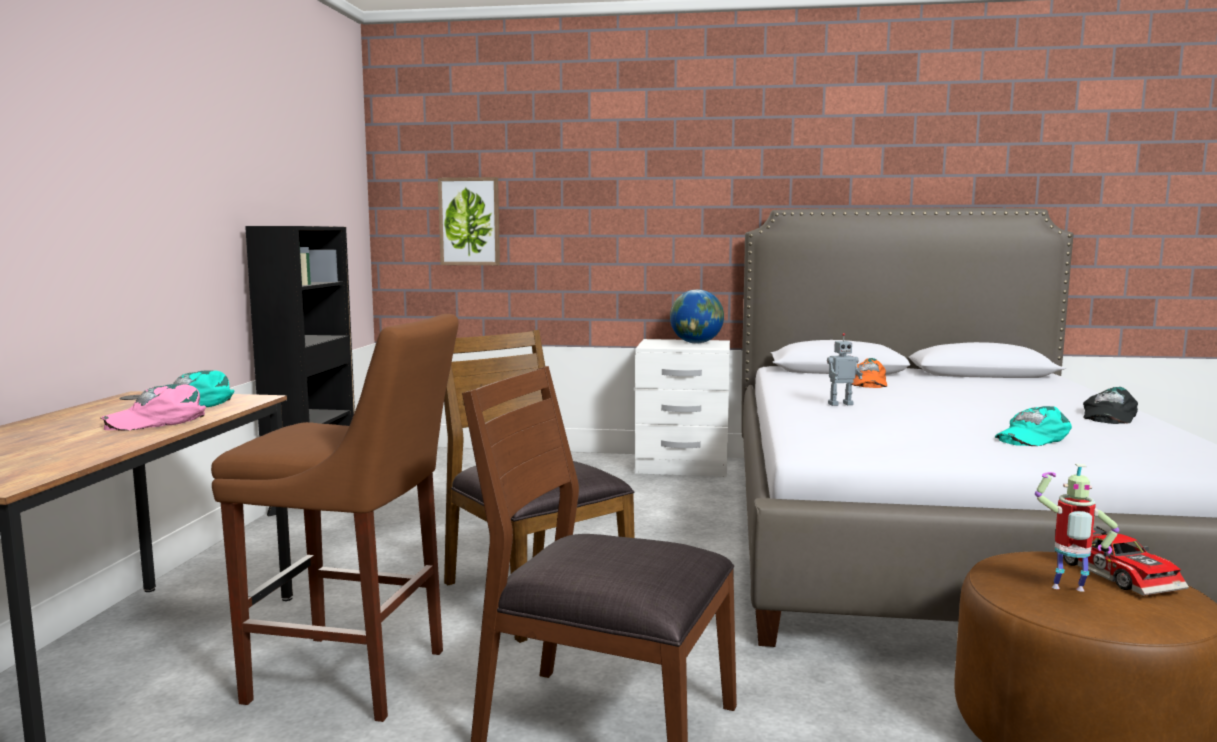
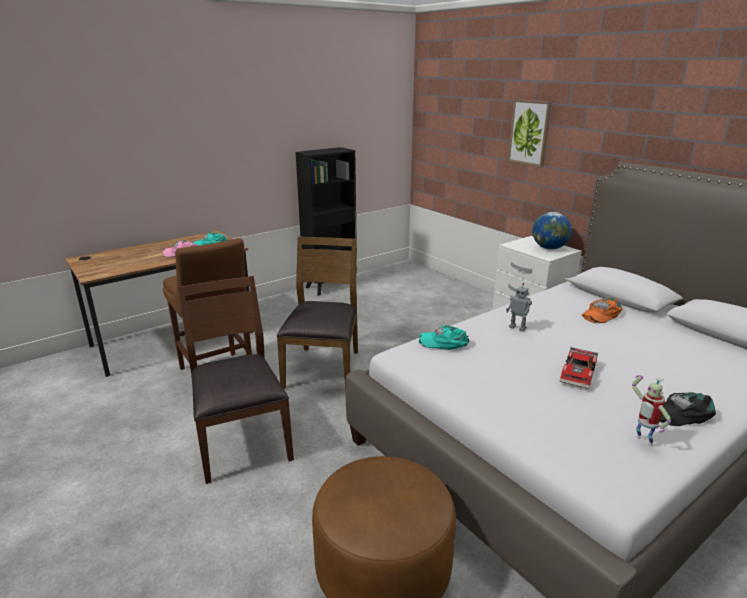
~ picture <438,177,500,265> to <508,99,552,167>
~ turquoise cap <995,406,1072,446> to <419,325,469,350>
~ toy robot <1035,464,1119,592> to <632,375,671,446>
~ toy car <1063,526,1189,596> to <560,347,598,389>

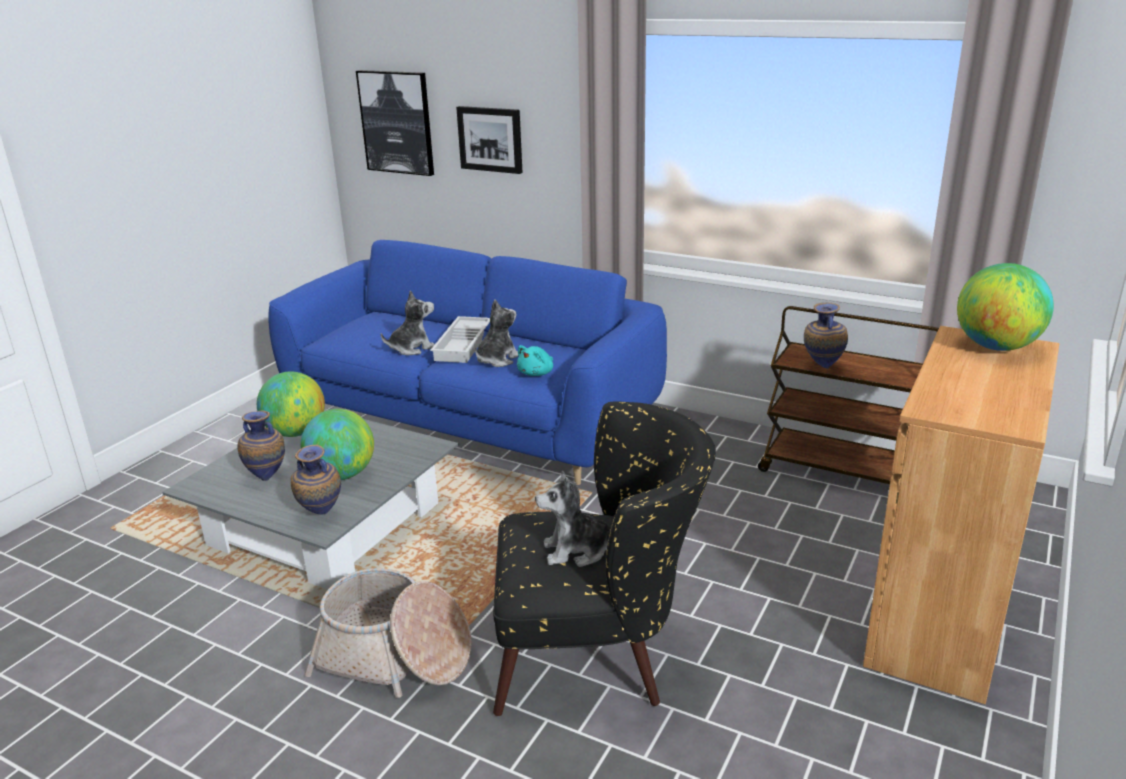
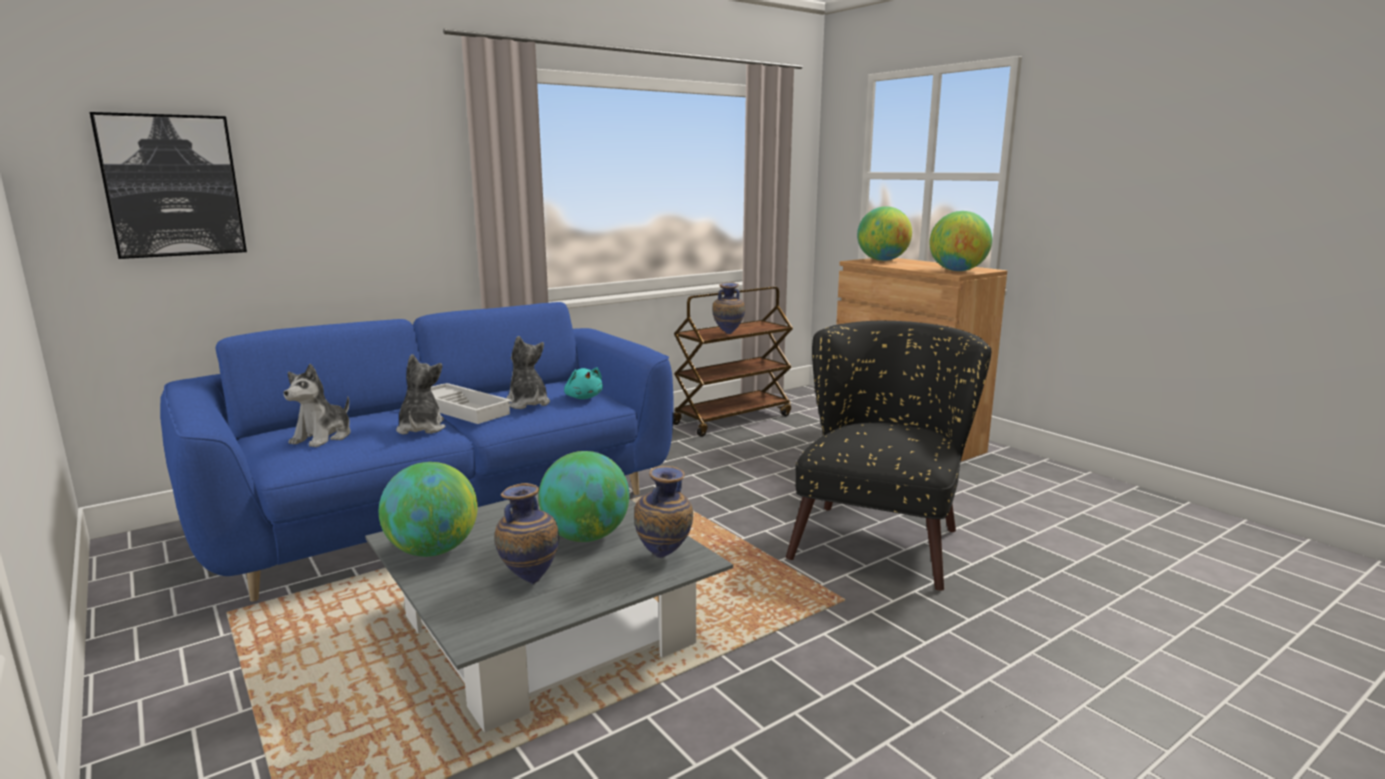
- picture <456,106,523,174>
~ plush toy <535,471,611,567> to <284,364,351,447>
- basket <304,568,472,698>
+ globe <929,211,992,271>

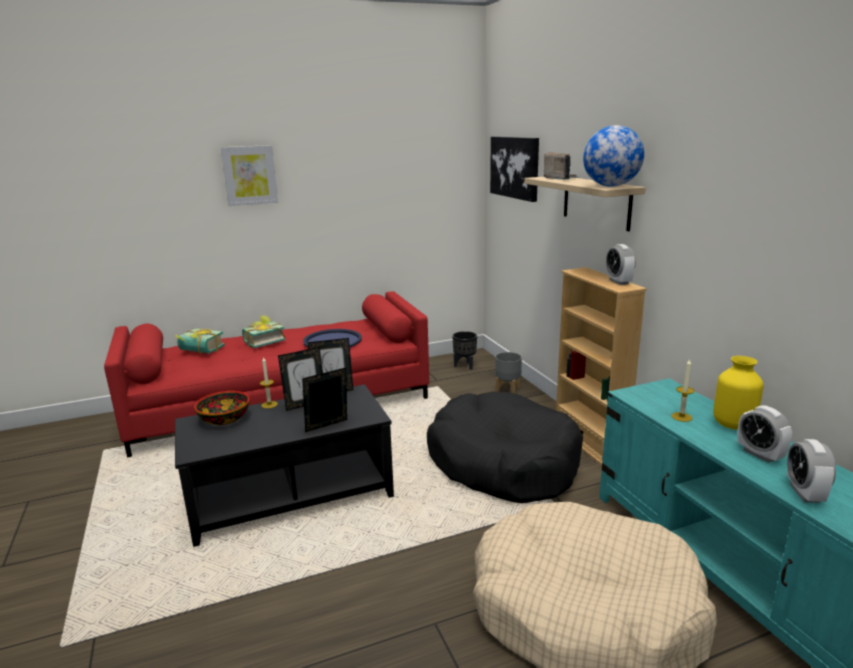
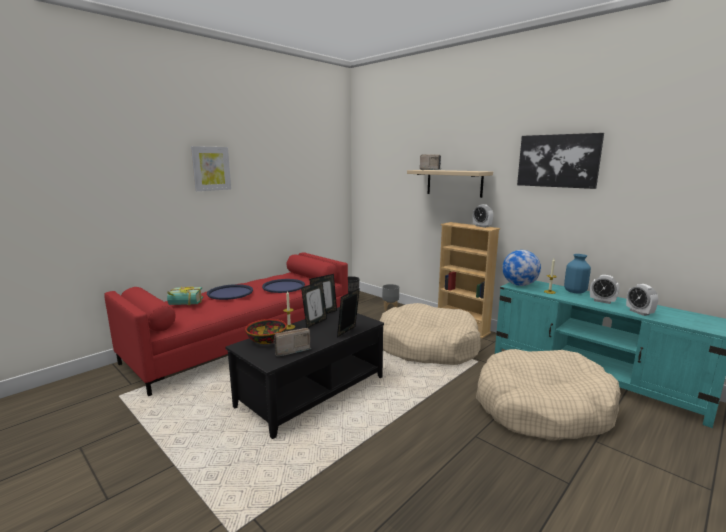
~ globe <583,125,644,187> to <502,250,541,286>
~ picture <490,136,539,202> to <517,133,604,189>
~ book <242,315,285,348> to blue tray <207,284,253,300>
~ yellow vase <713,356,764,430> to blue vase <564,254,591,294>
~ black dog bed <427,392,583,503> to beige dog bed <379,303,481,365>
+ radio <273,328,311,356>

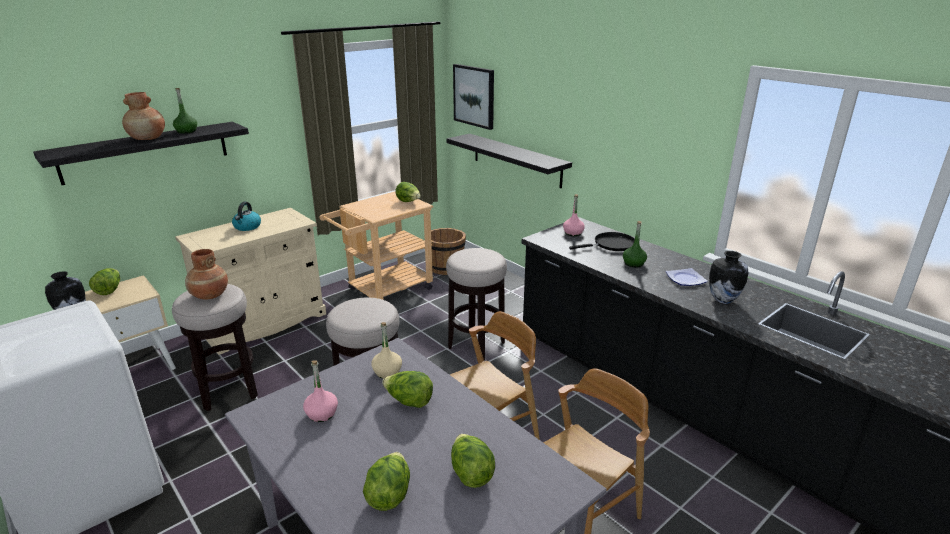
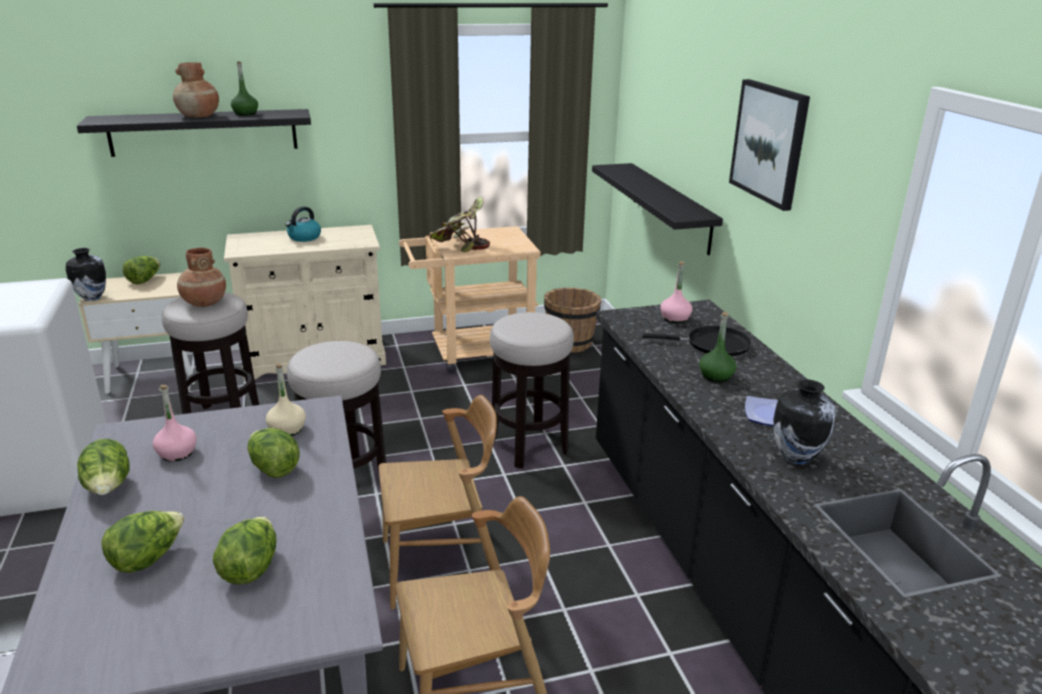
~ picture <453,64,494,130> to <729,79,810,211>
~ lettuce <395,182,421,202> to <77,439,130,495>
+ potted plant <430,196,490,252>

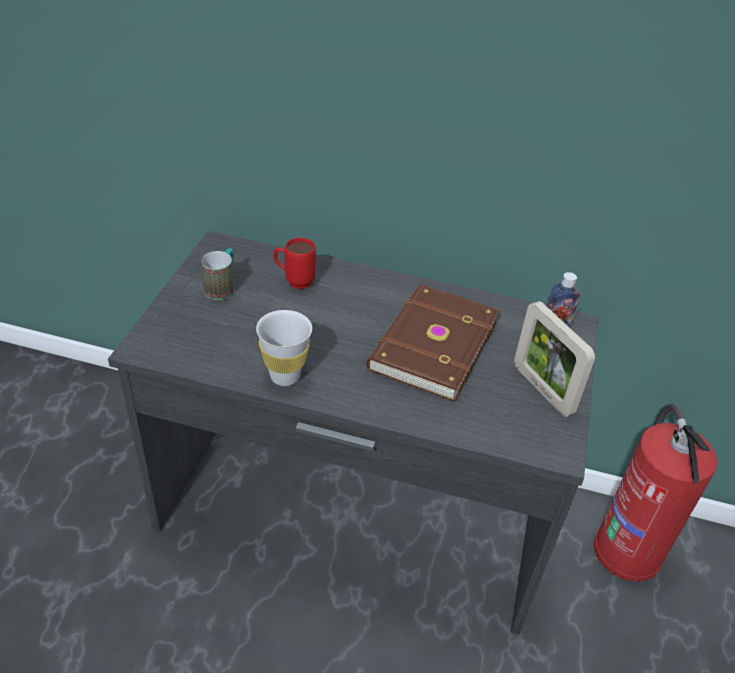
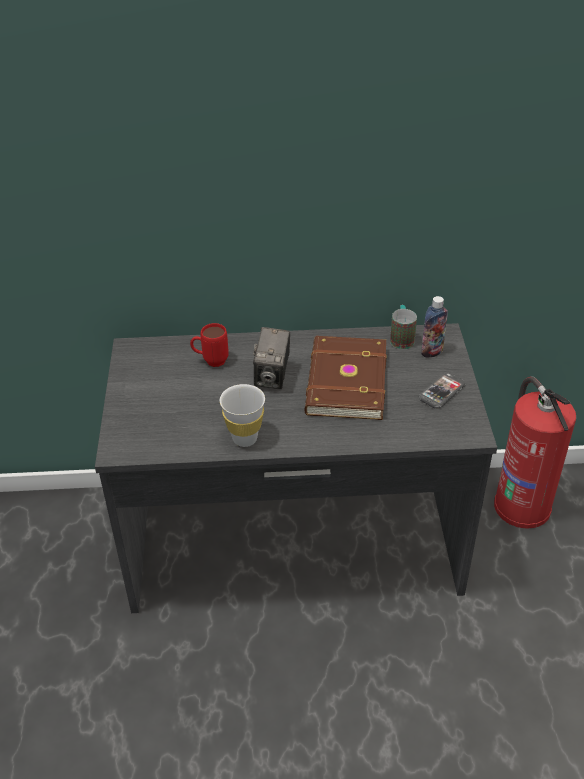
~ mug <201,248,234,300> to <390,305,417,349>
~ picture frame <514,301,595,417> to phone <419,373,465,409>
+ photo camera <253,327,290,389>

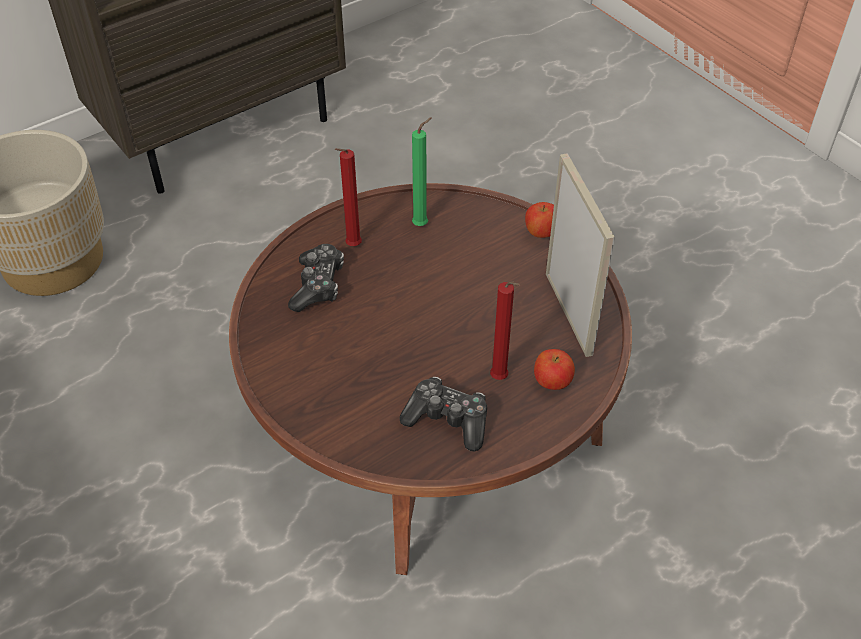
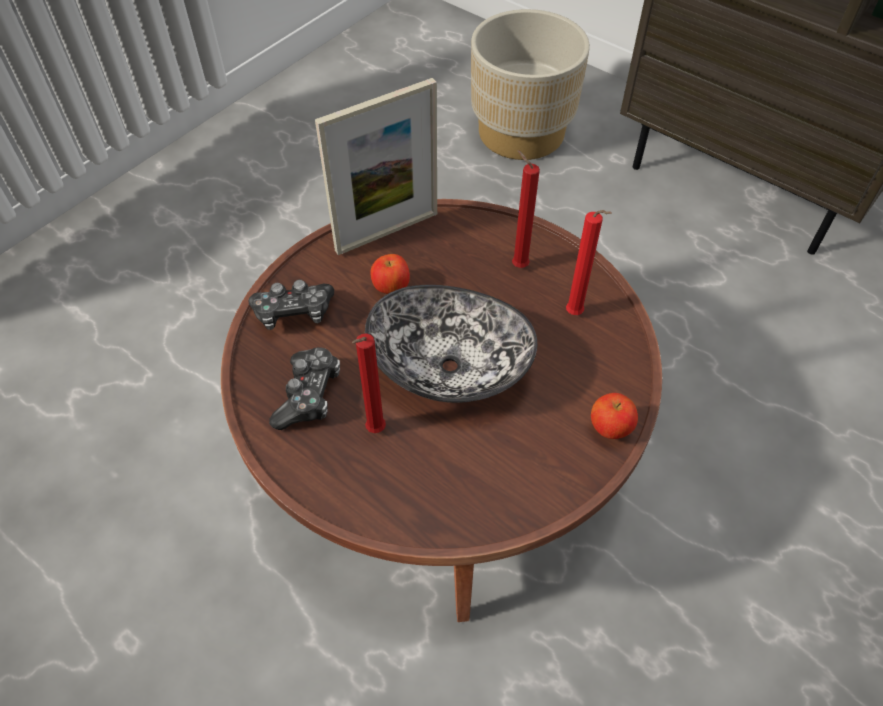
~ green candle <412,117,432,226> to red candle <566,210,612,315>
~ picture frame <546,153,615,357> to <315,78,437,255>
~ game controller <288,244,344,312> to <248,280,334,330>
~ apple <534,349,575,390> to <370,254,410,294>
+ bowl <365,285,538,403>

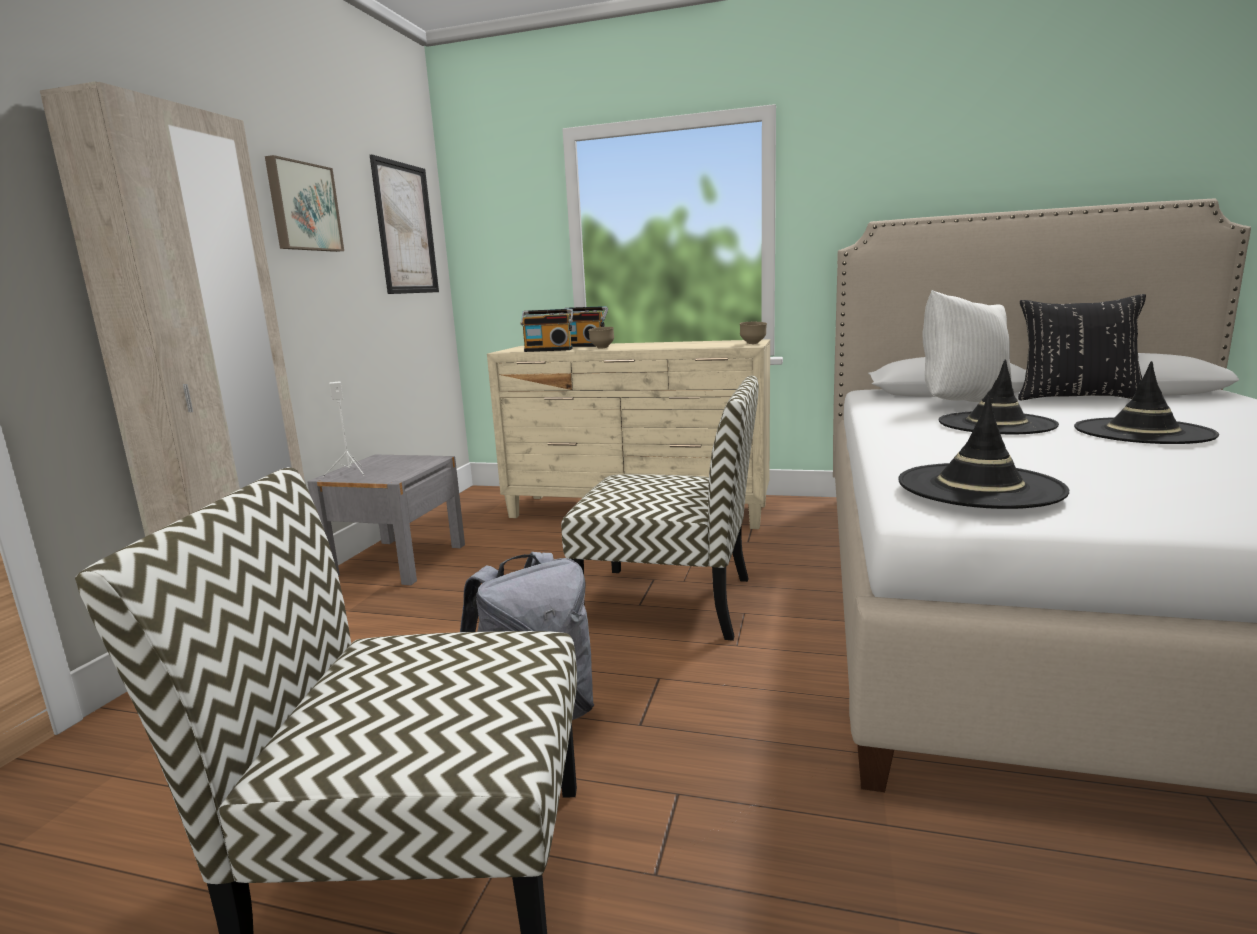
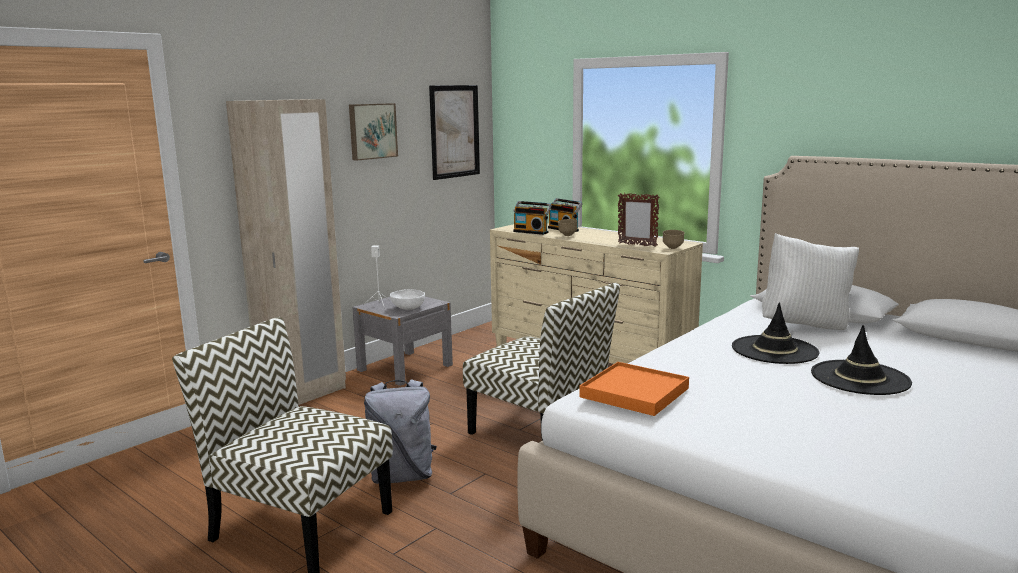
- black pillow <1018,294,1146,400>
~ black hat <898,396,1069,509> to orange tray <579,362,689,416>
+ picture frame <618,193,659,247>
+ white bowl <390,289,425,310>

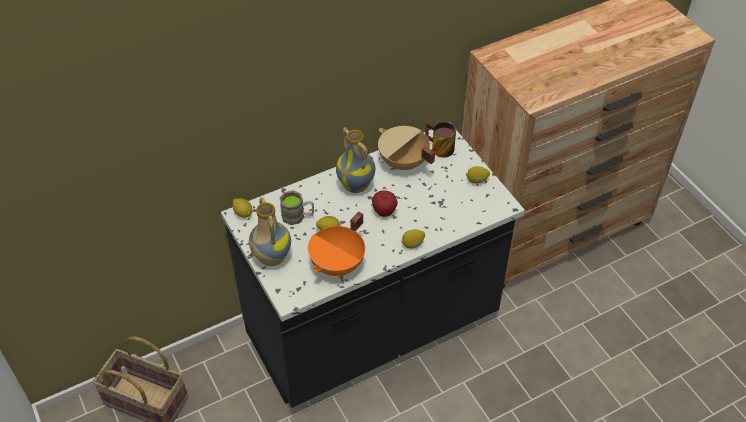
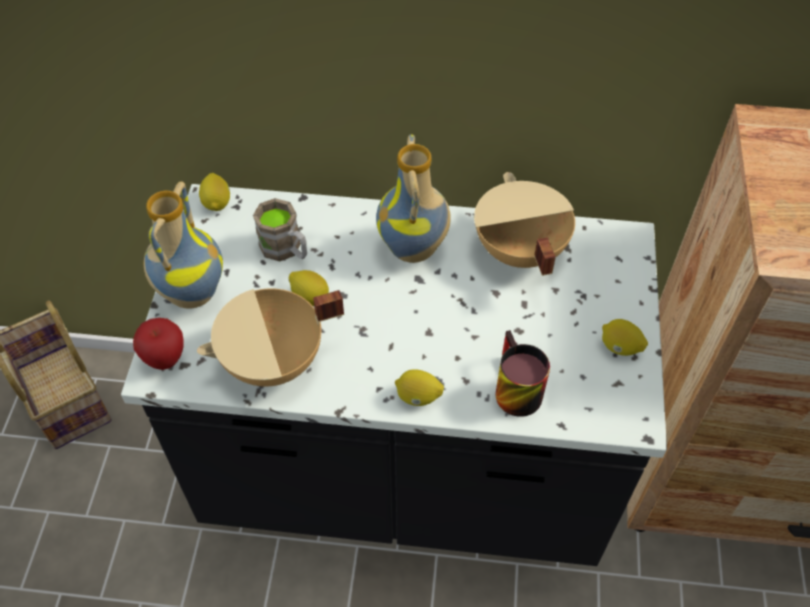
~ mug <425,122,456,158> to <495,330,550,417>
~ apple <372,190,398,217> to <133,318,184,370>
~ orange cooking pot <308,211,365,276> to beige cooking pot <197,289,344,386>

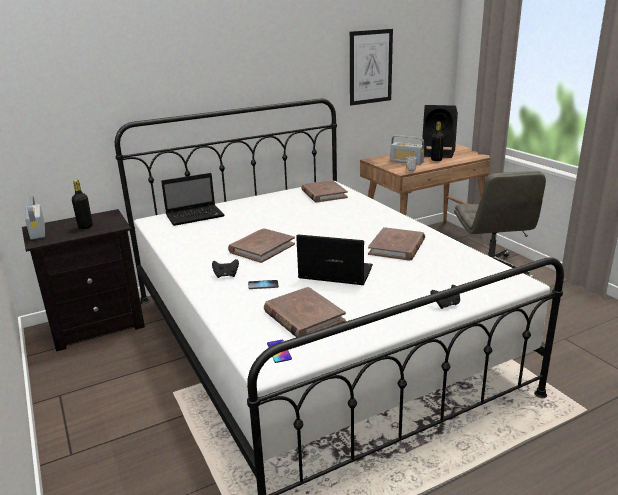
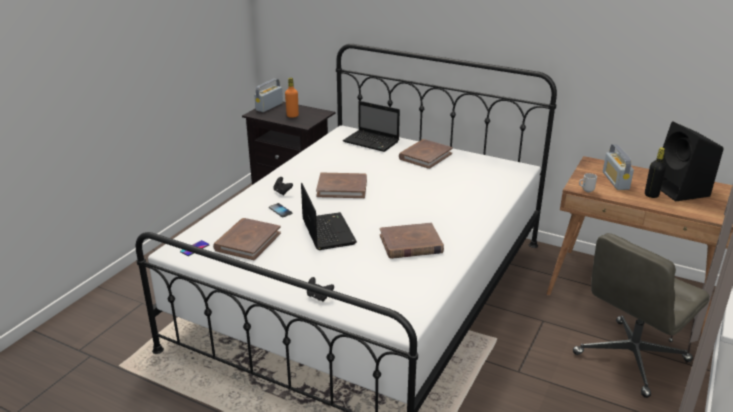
- picture <350,29,393,106>
~ black bottle <72,180,93,229> to orange bottle <285,78,299,118>
~ brown book <301,180,348,203> to <399,139,453,169>

